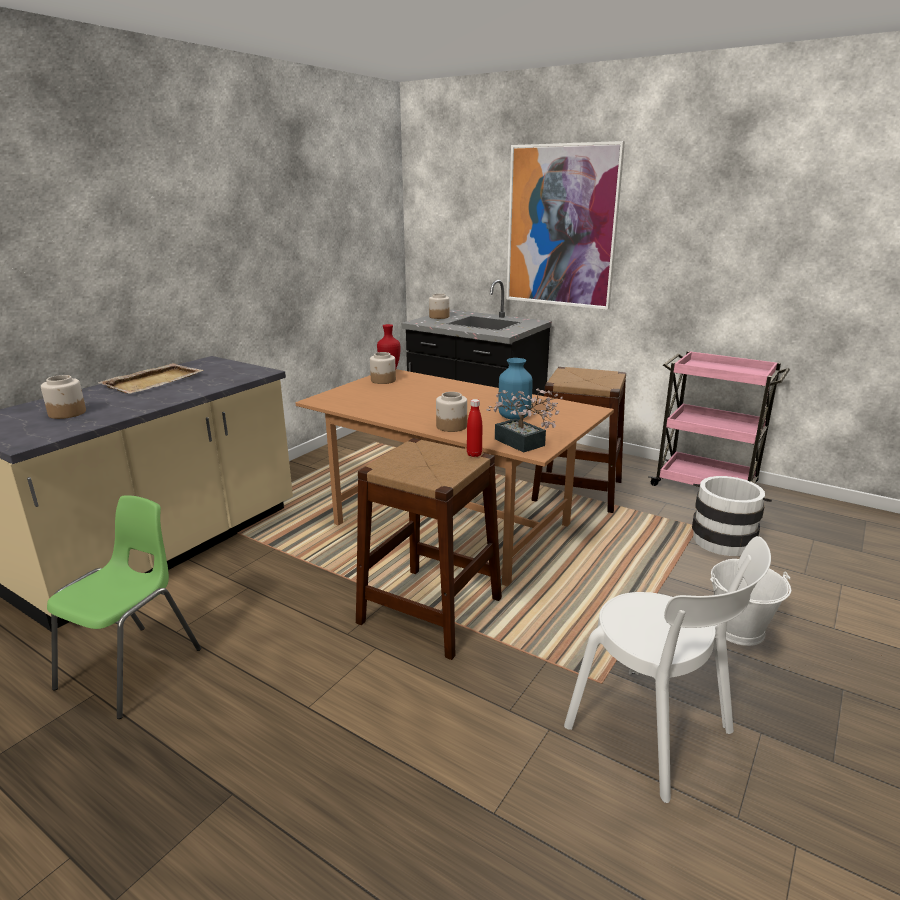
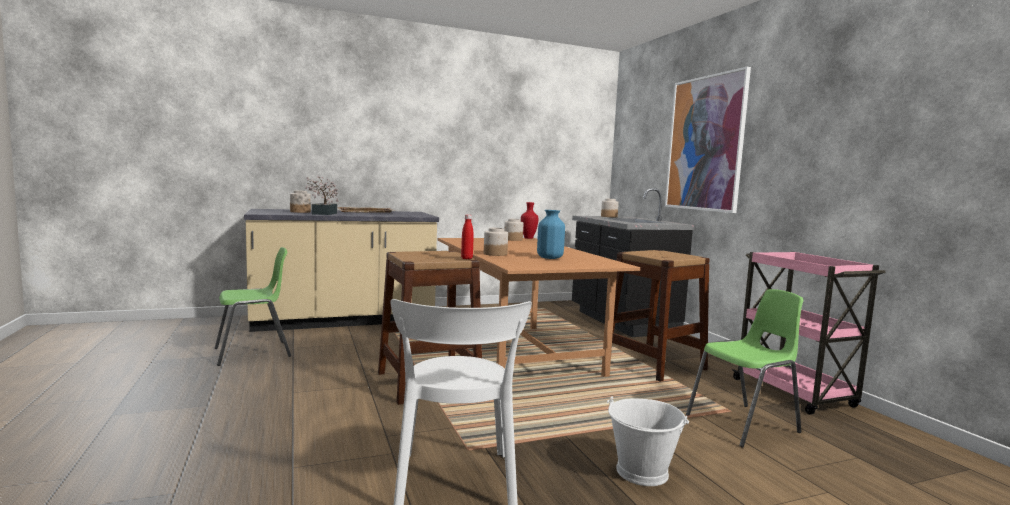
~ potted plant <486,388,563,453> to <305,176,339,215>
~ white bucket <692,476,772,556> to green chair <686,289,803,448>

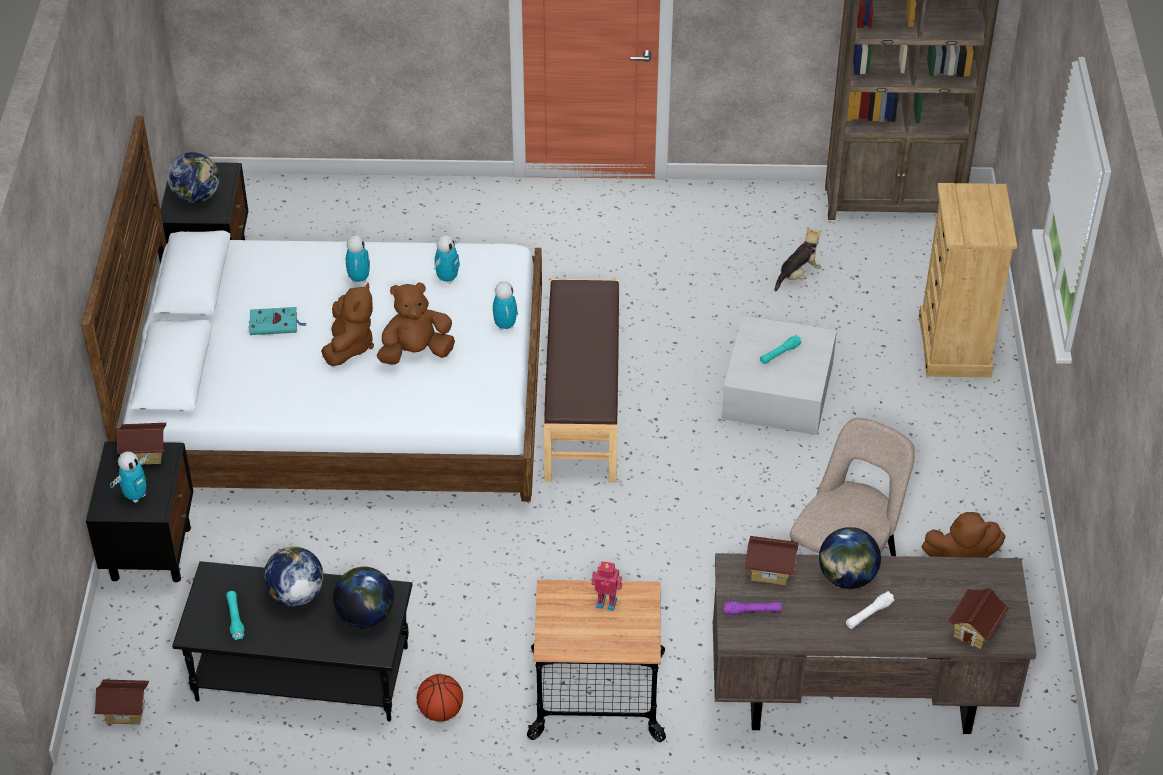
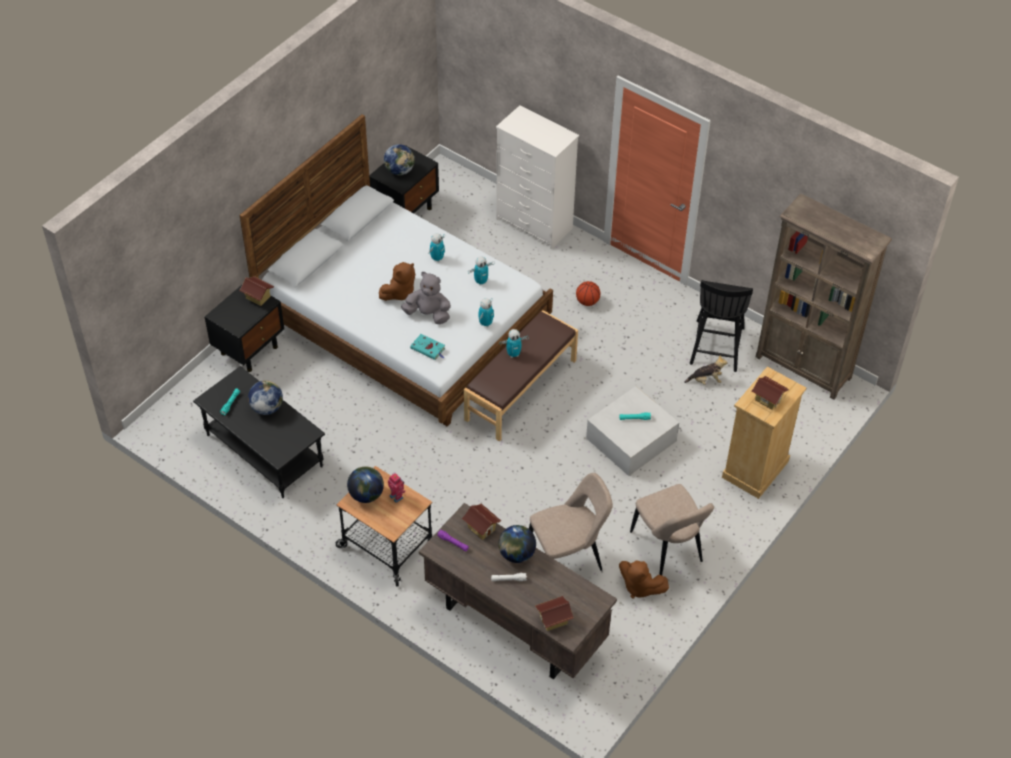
~ brown plush toy <377,282,455,365> to grey plush toy <401,272,451,324>
~ turquoise book <249,307,306,335> to <410,334,445,360>
~ toy robot <110,451,151,503> to <499,329,529,358>
~ globe <333,567,394,628> to <347,466,384,503>
~ basketball <417,674,463,721> to <576,281,600,306>
~ toy house <95,679,149,724> to <752,376,789,410>
+ white dresser <496,105,579,249>
+ black chair <690,280,753,372>
+ beige chair <630,484,714,575>

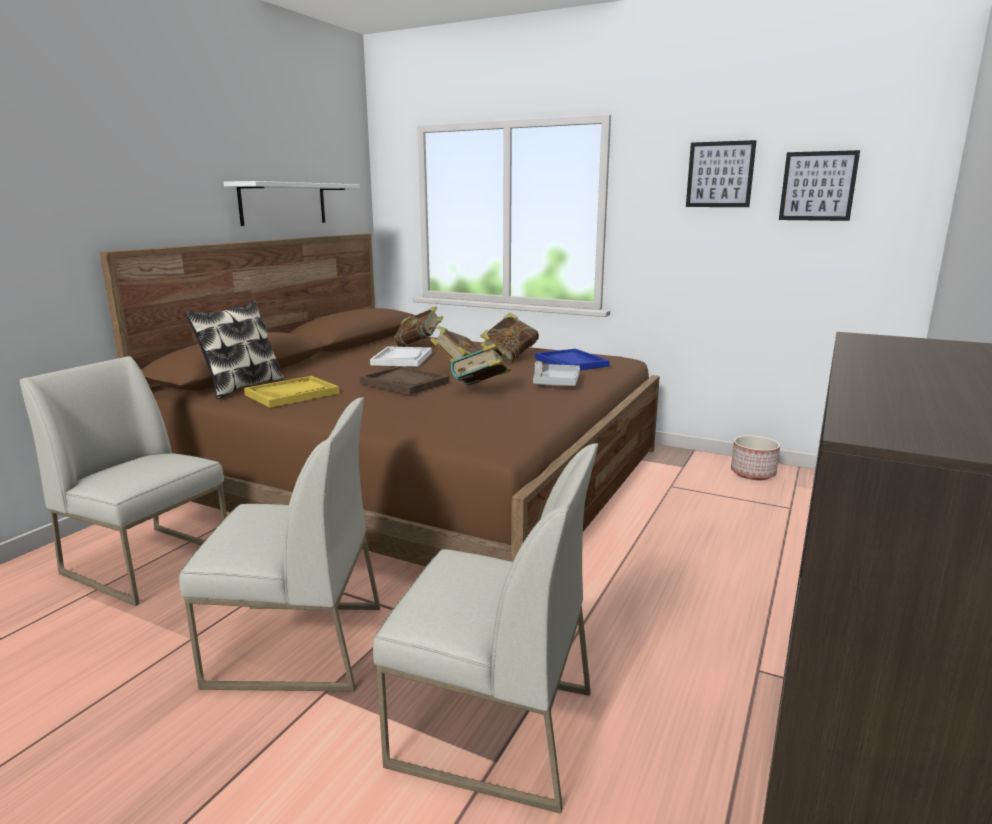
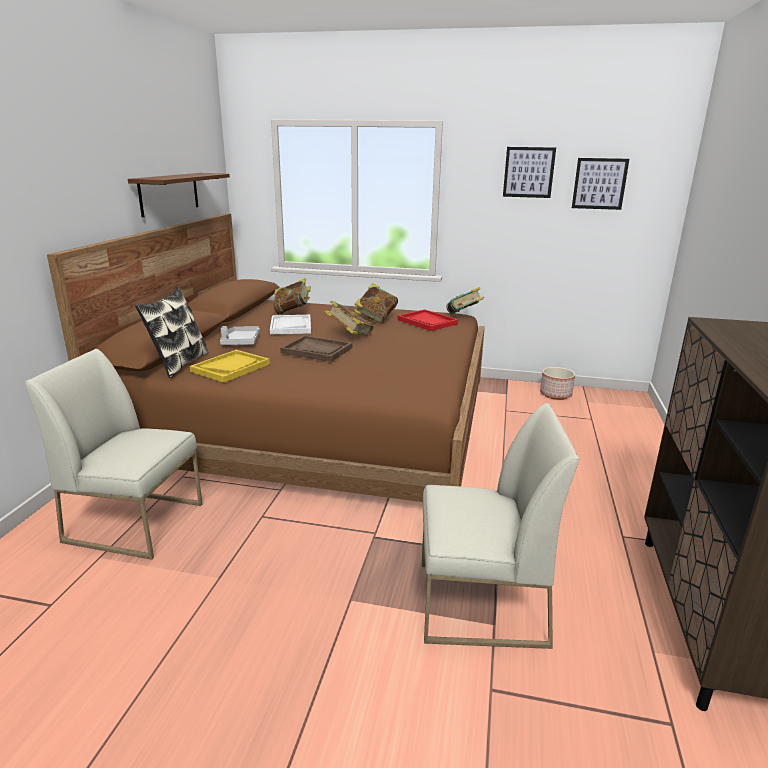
~ white shelf <224,181,360,226> to brown shelf <128,173,230,218>
~ book <451,343,512,385> to <446,287,484,314>
~ blue tray <535,349,610,370> to red tray <397,309,458,331>
~ grey tray <533,361,580,386> to <220,326,260,345>
- white chair <179,397,381,691>

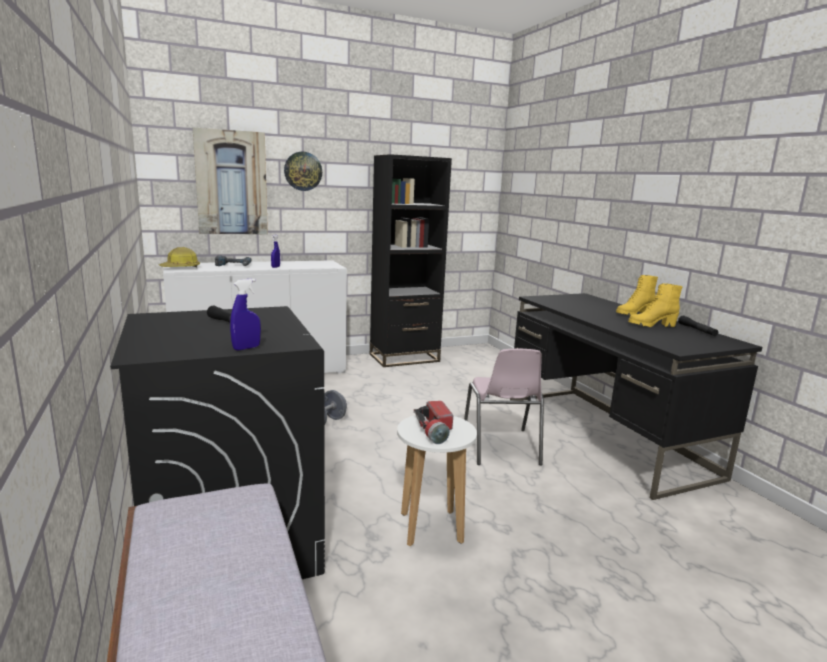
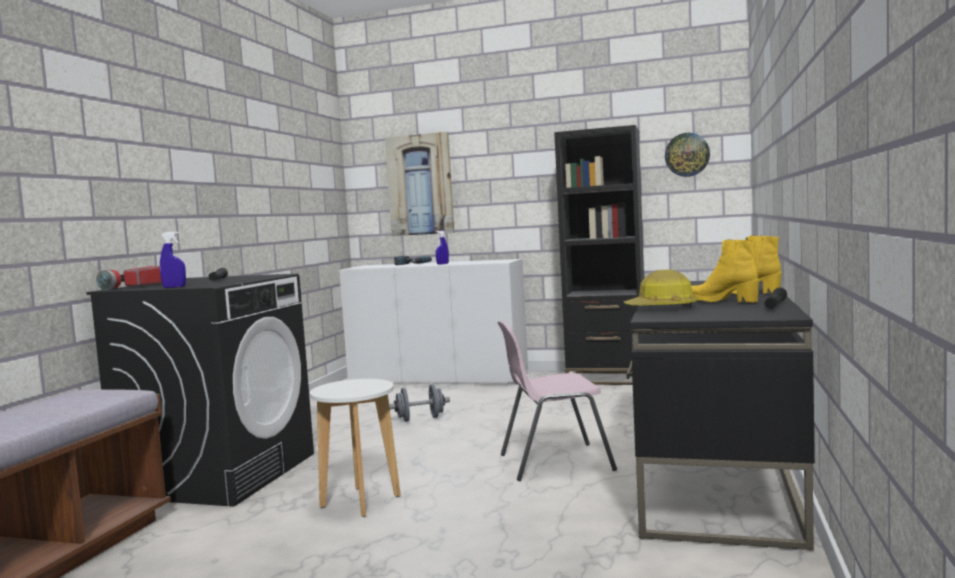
~ wall clock <284,151,322,191> to <665,133,710,177>
~ hard hat <159,247,200,268> to <623,269,697,307>
~ pink chair <464,349,544,465> = <497,321,617,481> 45 degrees clockwise
~ flashlight <414,401,453,444> to <96,266,162,290>

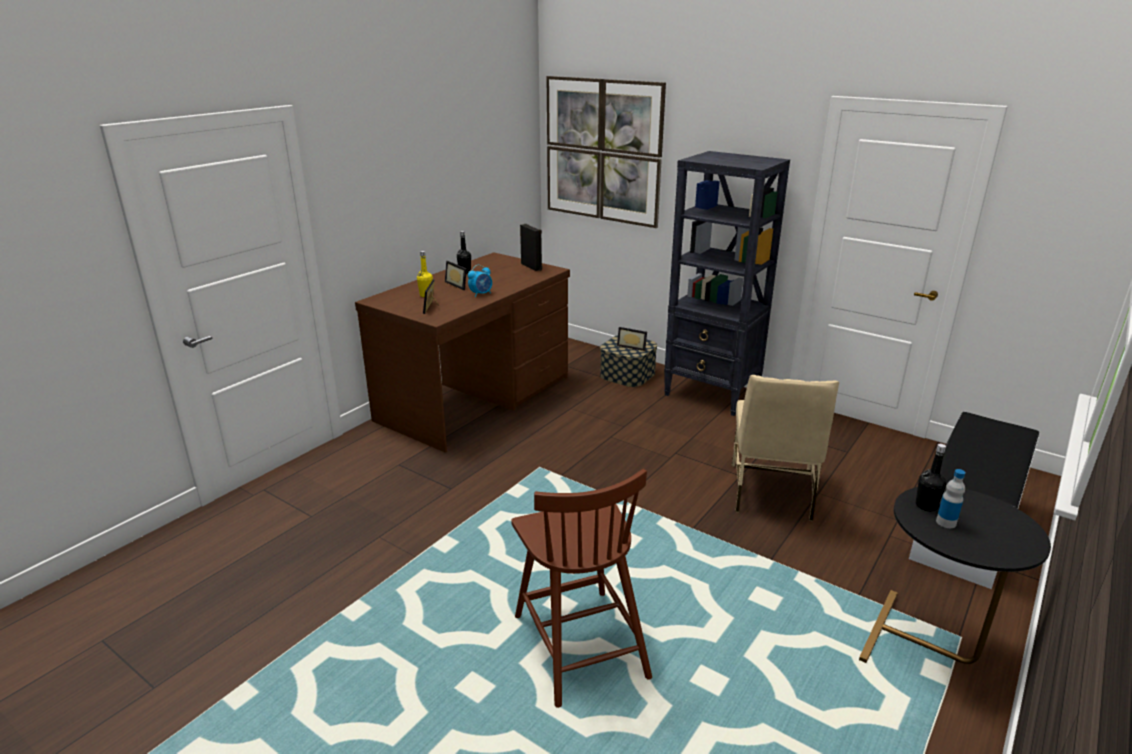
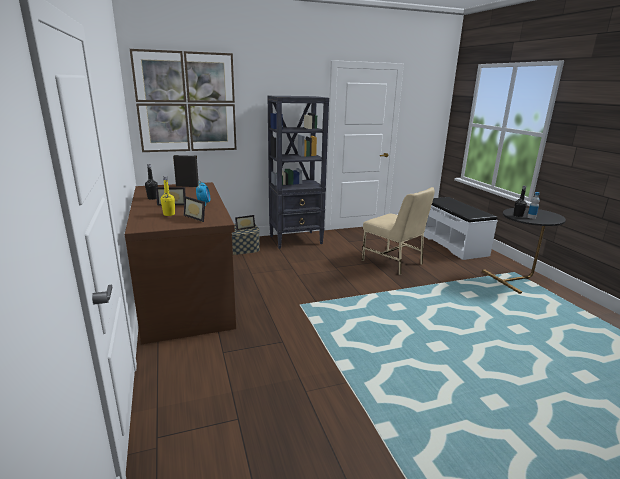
- brown chair <511,469,652,708>

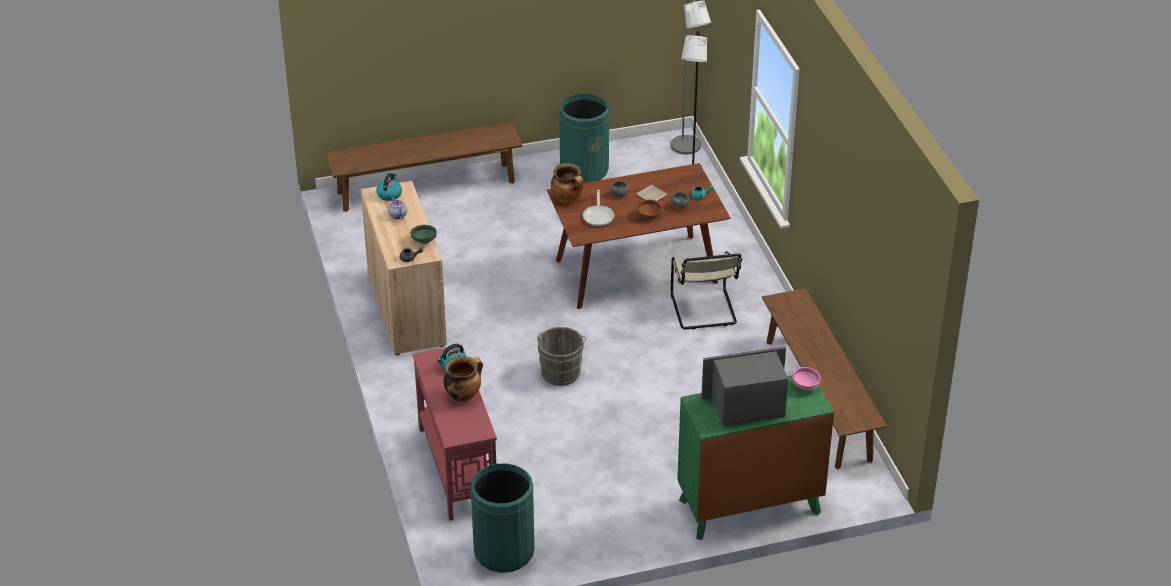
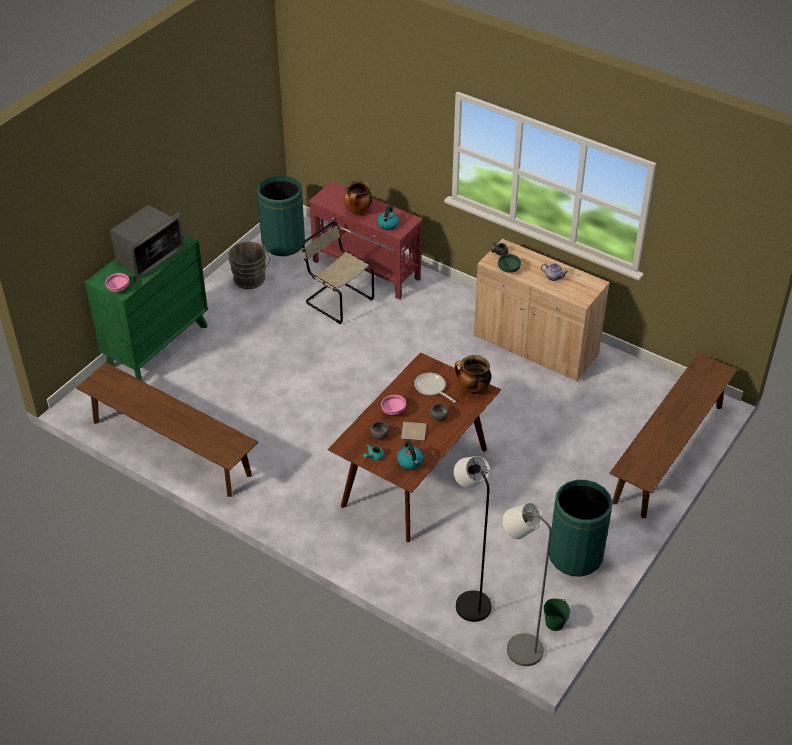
~ kettle <376,173,402,201> to <397,441,424,470>
~ brown bowl <637,200,662,219> to pink bowl <381,395,406,415>
~ beige chair <671,251,742,330> to <302,221,374,324>
~ grey bucket <537,327,586,386> to <228,241,270,289>
+ green bucket <543,598,570,631>

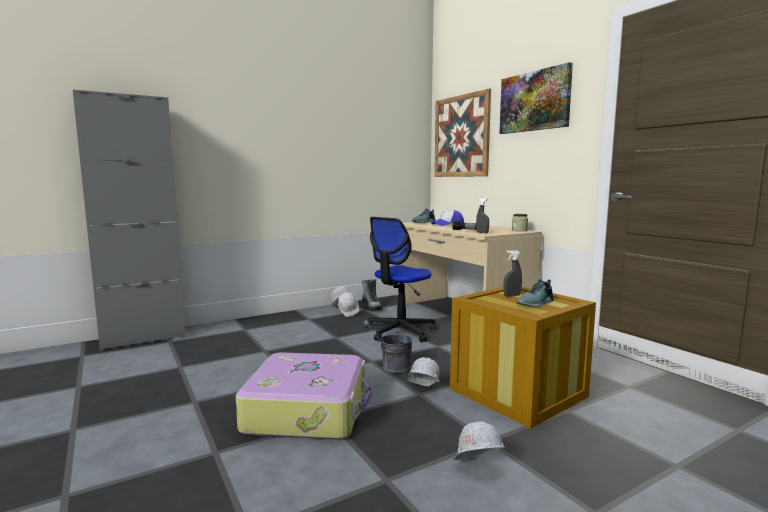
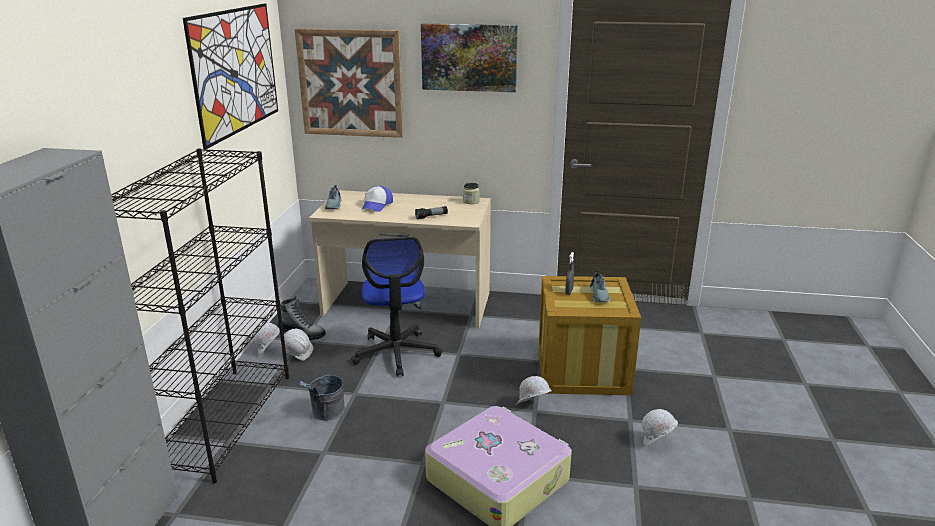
- grey spray bottle <476,198,489,233>
~ grey bucket <364,320,412,373> to <299,375,345,421>
+ picture <183,4,278,150>
+ black bookcase <111,148,289,483>

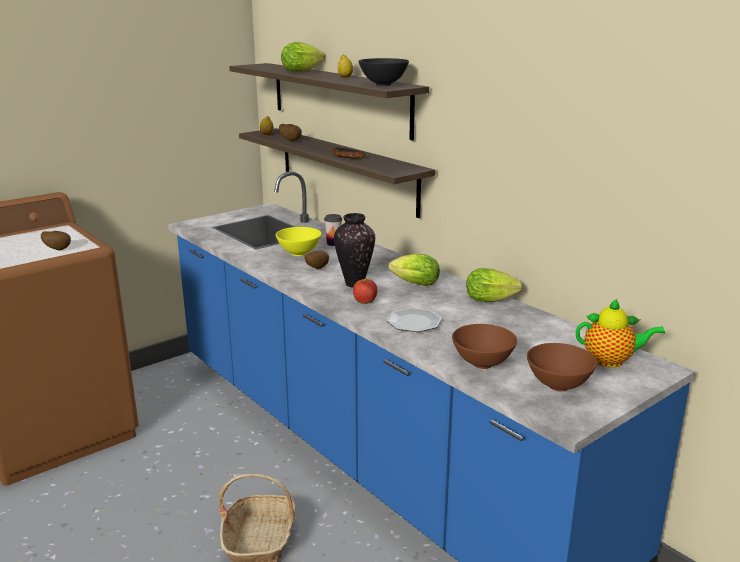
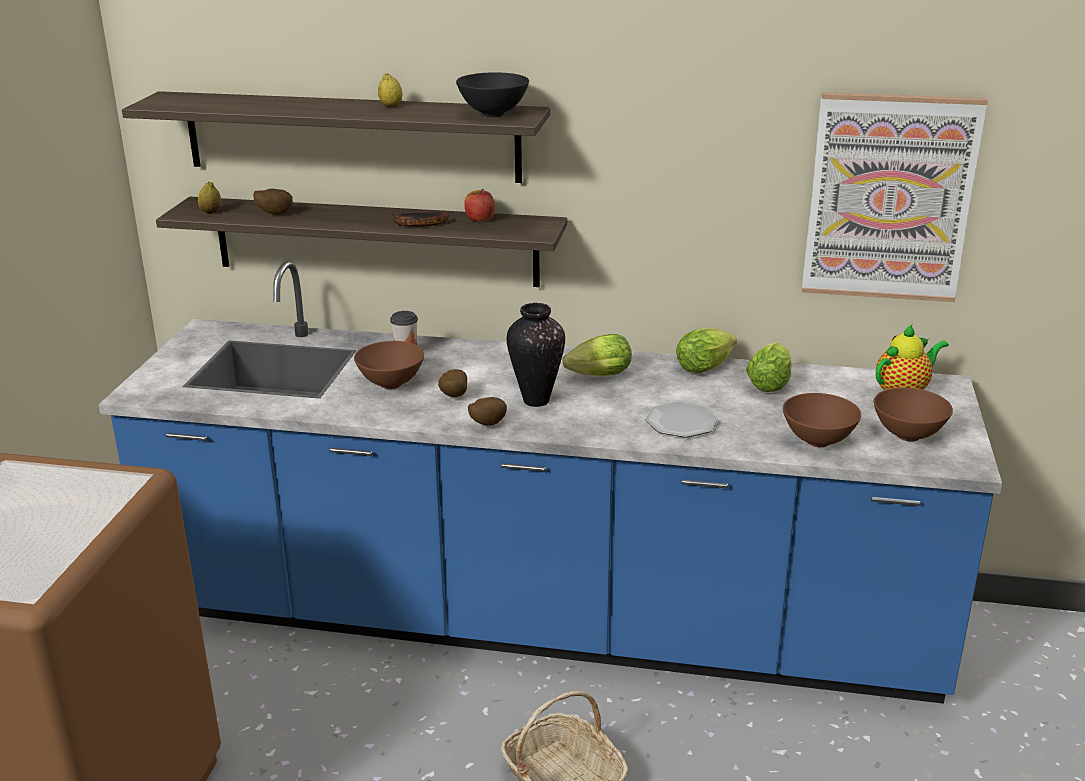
~ lettuce <281,42,325,72> to <746,343,791,392>
~ yellow bowl <276,227,321,256> to brown bowl <354,341,424,389>
~ potato <41,231,71,250> to <468,397,507,426>
~ apple <353,279,377,304> to <464,189,495,222>
+ picture <802,92,988,302>

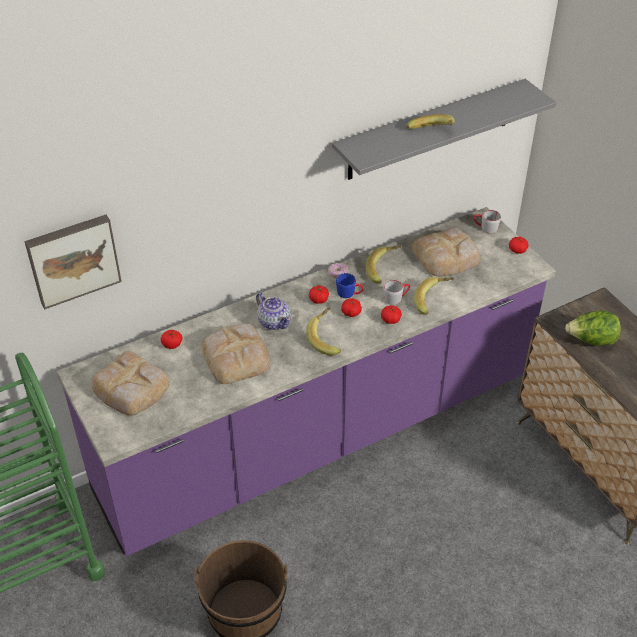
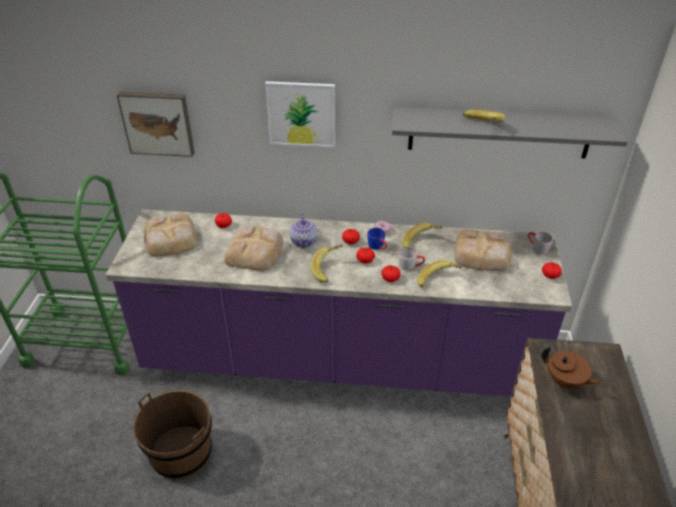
~ lettuce <565,310,621,346> to brown teapot <542,346,602,388>
+ picture <265,81,335,147>

